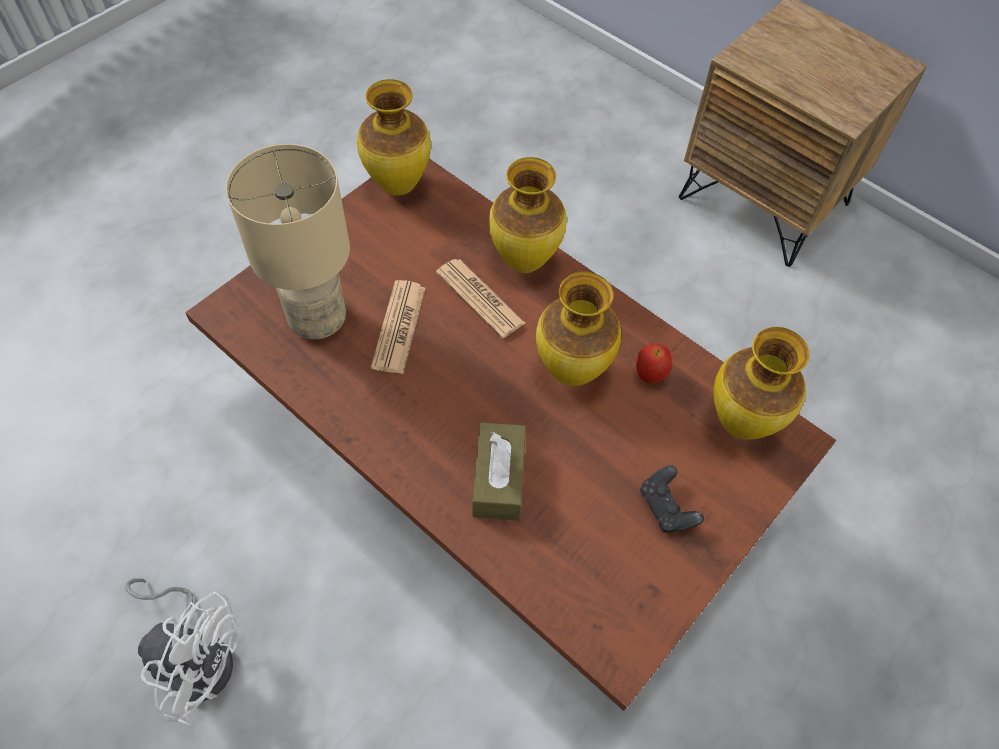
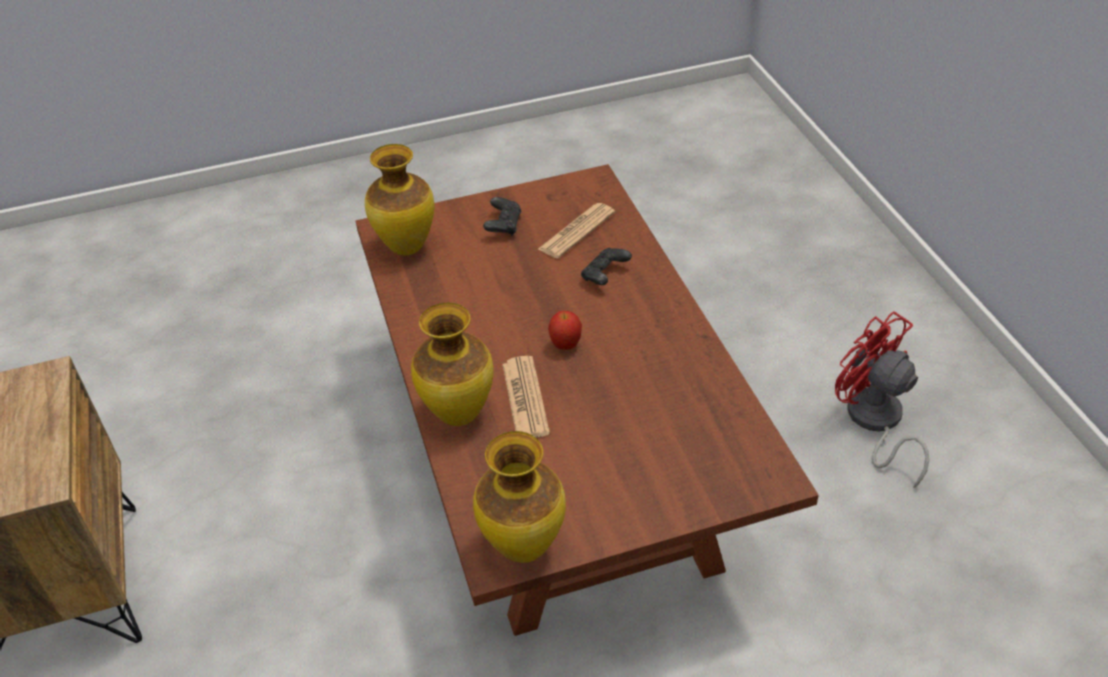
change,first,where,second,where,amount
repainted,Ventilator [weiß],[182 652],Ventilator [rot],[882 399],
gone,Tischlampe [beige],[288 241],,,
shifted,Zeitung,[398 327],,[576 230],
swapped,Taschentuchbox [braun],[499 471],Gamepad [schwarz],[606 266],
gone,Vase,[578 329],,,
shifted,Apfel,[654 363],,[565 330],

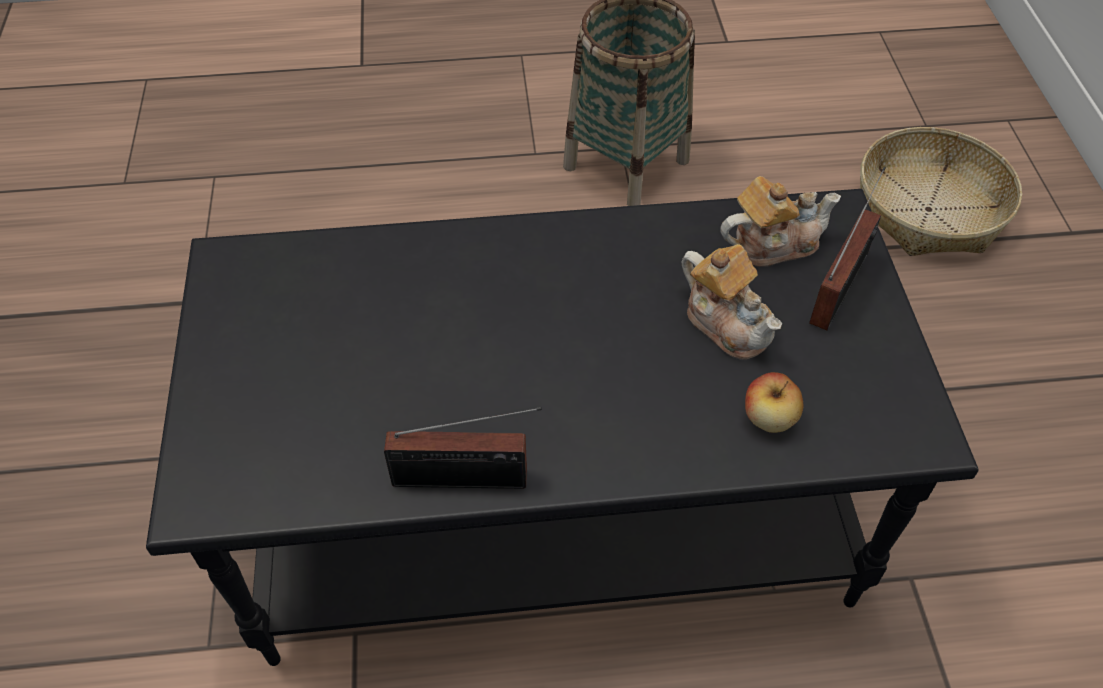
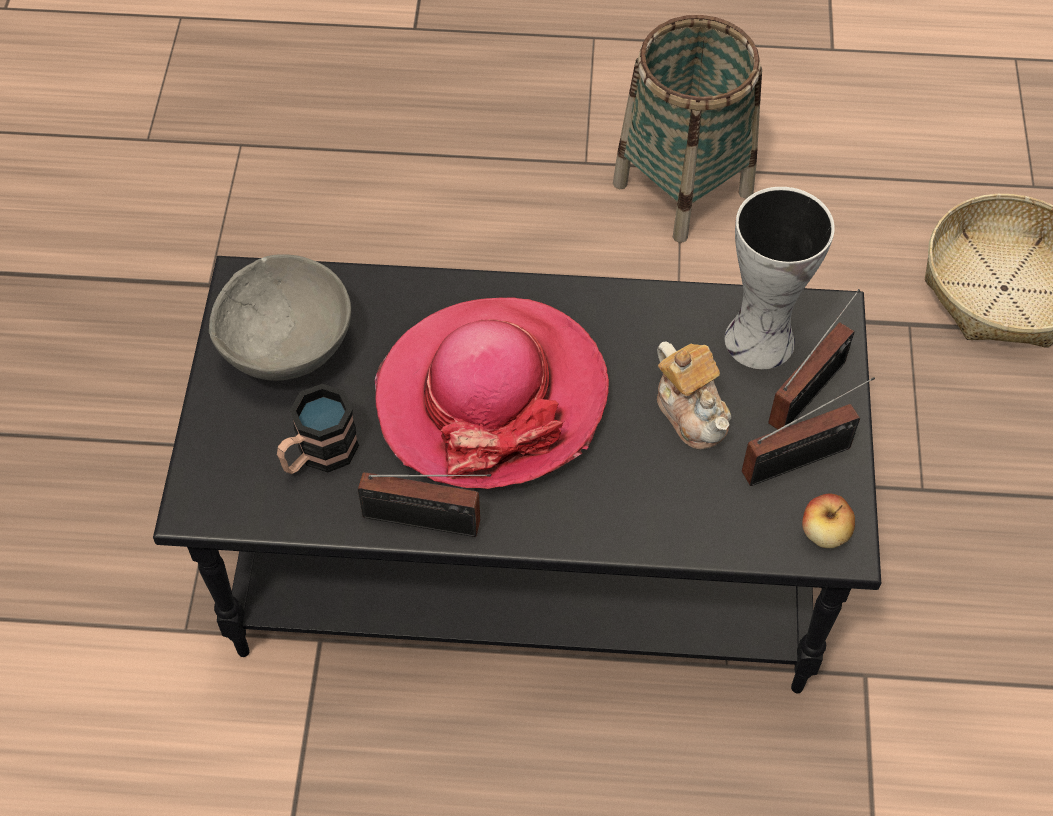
change,first,where,second,where,amount
swapped,Teekanne,[781 221],Vase,[780 278],
shifted,Apfel,[774 402],,[828 521],
new,,,Schüssel [grau],[280 317],
new,,,Henkelbecher,[318 429],
new,,,Hut,[492 393],
new,,,Radio,[808 431],

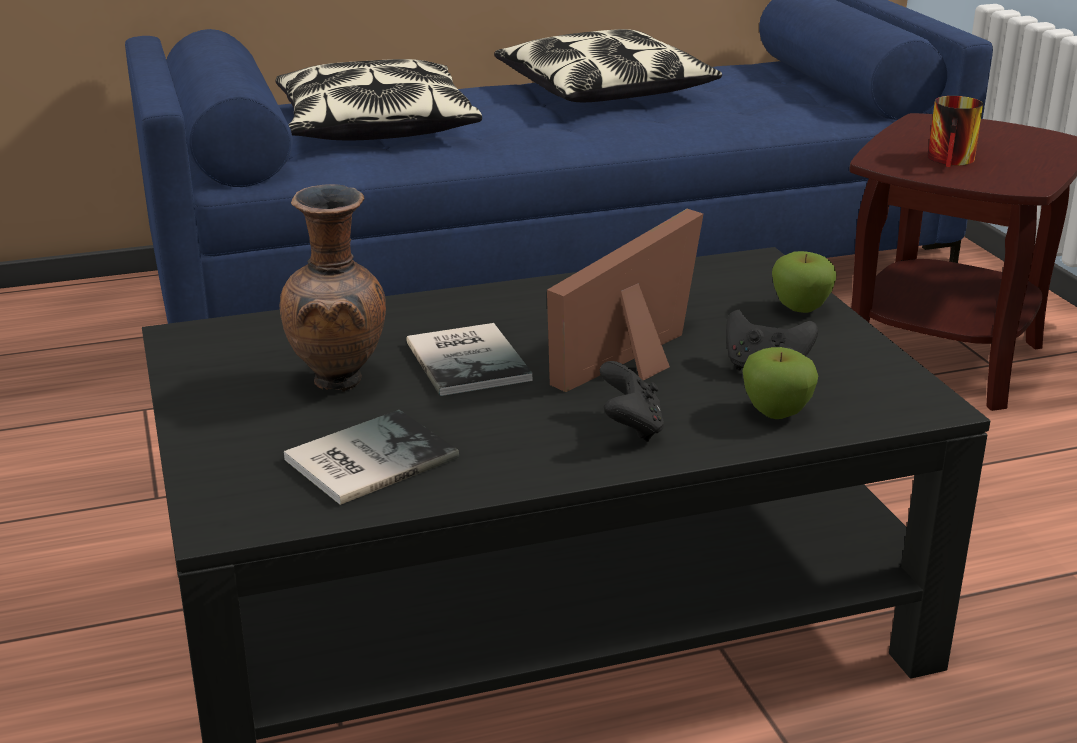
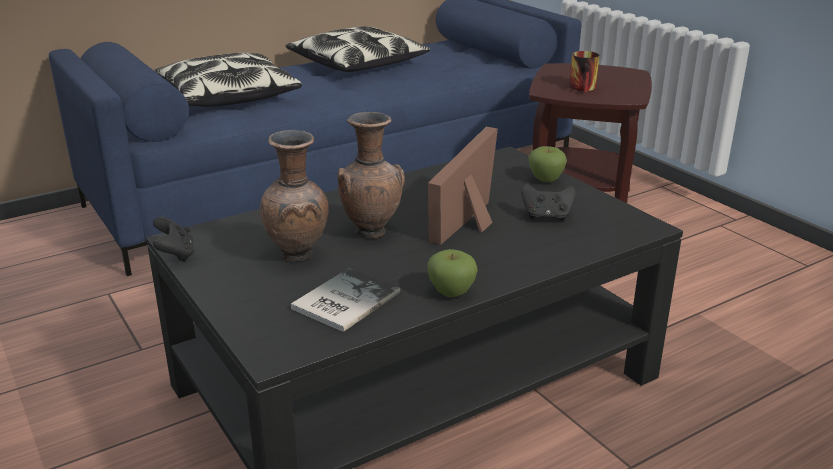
change,first,where,second,where,amount
swapped,Buch,[469 359],Vase [braun],[371 175],
shifted,Gamepad [schwarz],[632 401],,[173 239],
shifted,Apfel,[780 383],,[452 273],

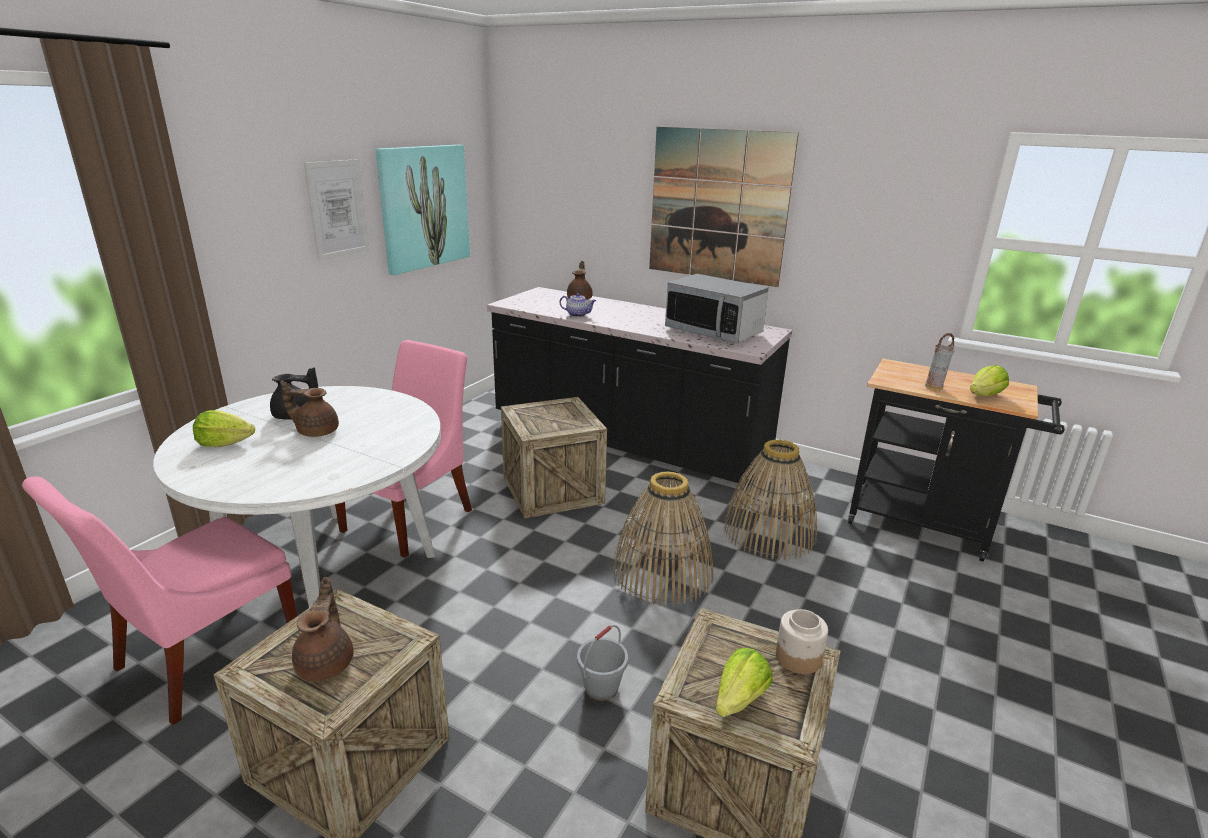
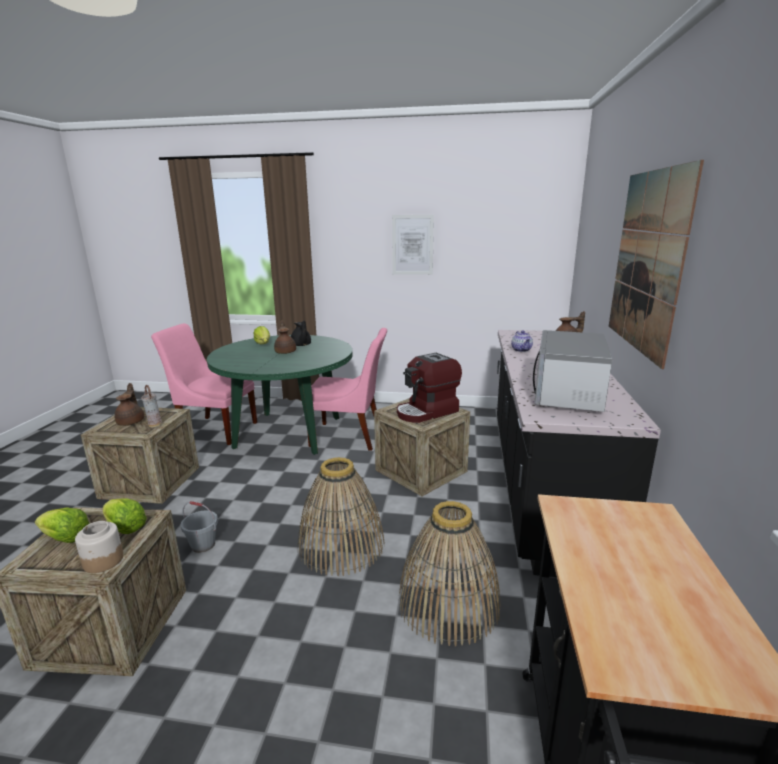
change,first,where,second,where,amount
repainted,Esstisch [weiß],[297 497],Esstisch [grün],[280 395],
rotated,Teekanne [braun],[323 629],,[129 404],75 degrees counterclockwise
gone,Bild,[422 210],,,
shifted,Vase,[940 362],,[151 406],
shifted,Salatkopf,[989 380],,[125 516],
new,,,Kaffeemaschine,[429 388],

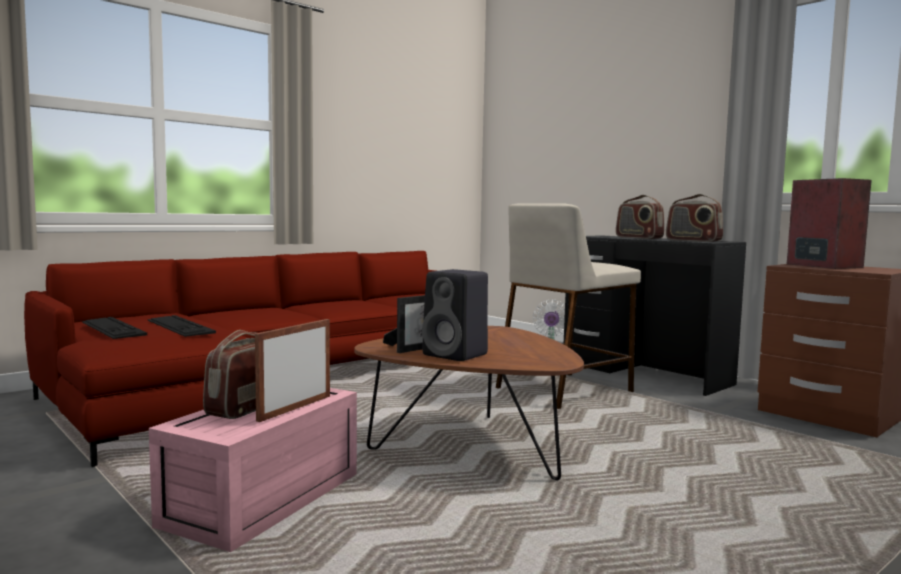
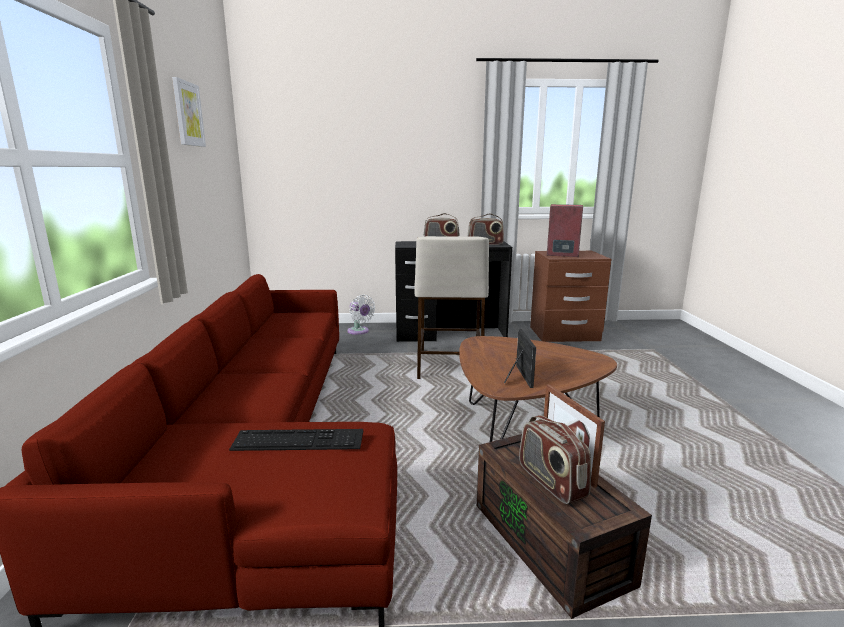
change,first,where,second,where,amount
gone,Tastatur,[114 328],,,
repainted,Aufbewahrungsbox [rosa],[253 470],Aufbewahrungsbox [braun],[564 526],
gone,Lautsprecher [schwarz],[455 315],,,
new,,,Bild,[189 112],

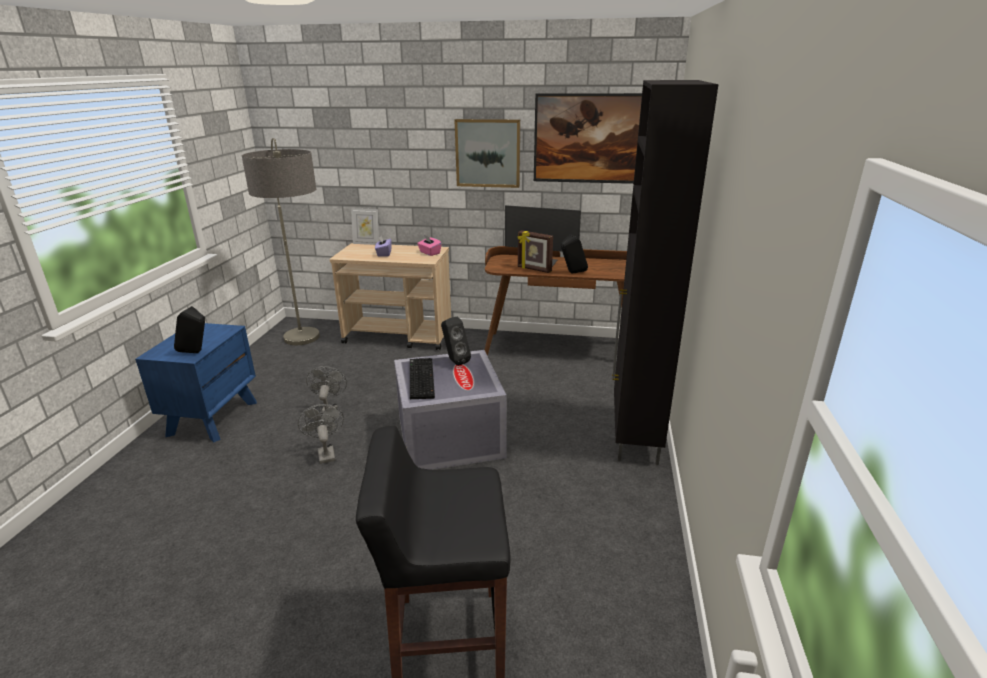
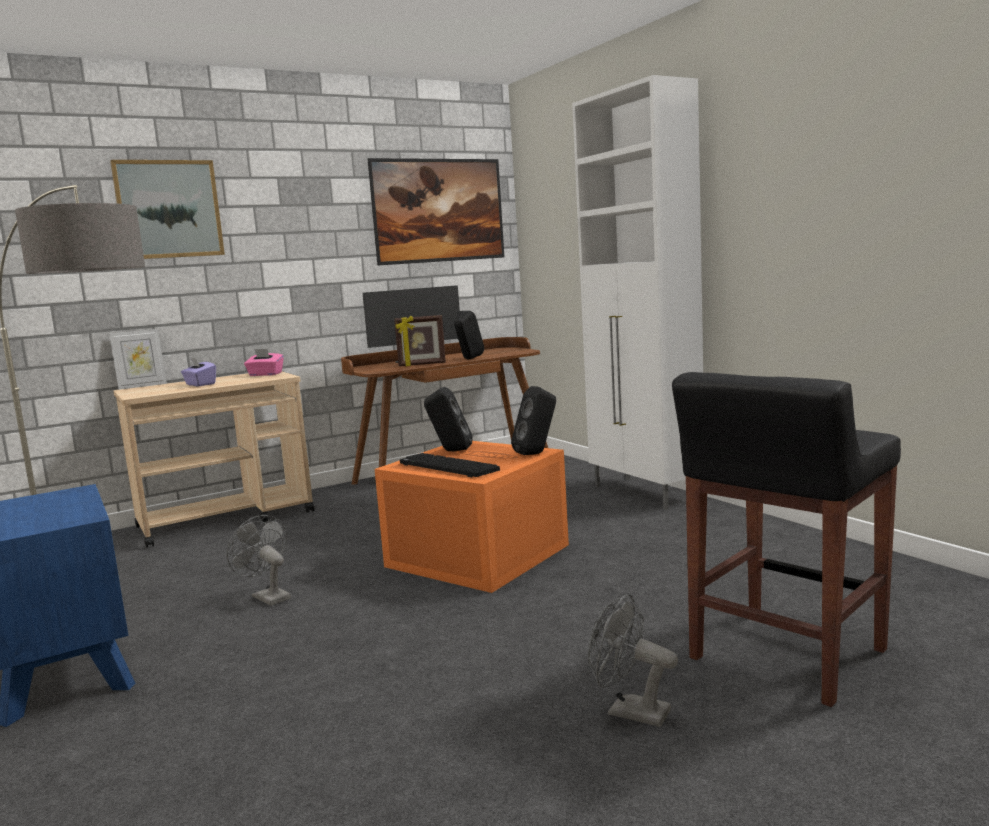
change,first,where,second,where,amount
shifted,Lautsprecher [schwarz],[189 329],,[533 420],
shifted,Ventilator [grau],[321 434],,[633 660],
repainted,Aufbewahrungsbox [grau],[450 410],Aufbewahrungsbox [orange],[472 517],
shifted,Bild,[487 153],,[167 209],
repainted,Schrank [schwarz],[665 272],Schrank [weiß],[637 292],

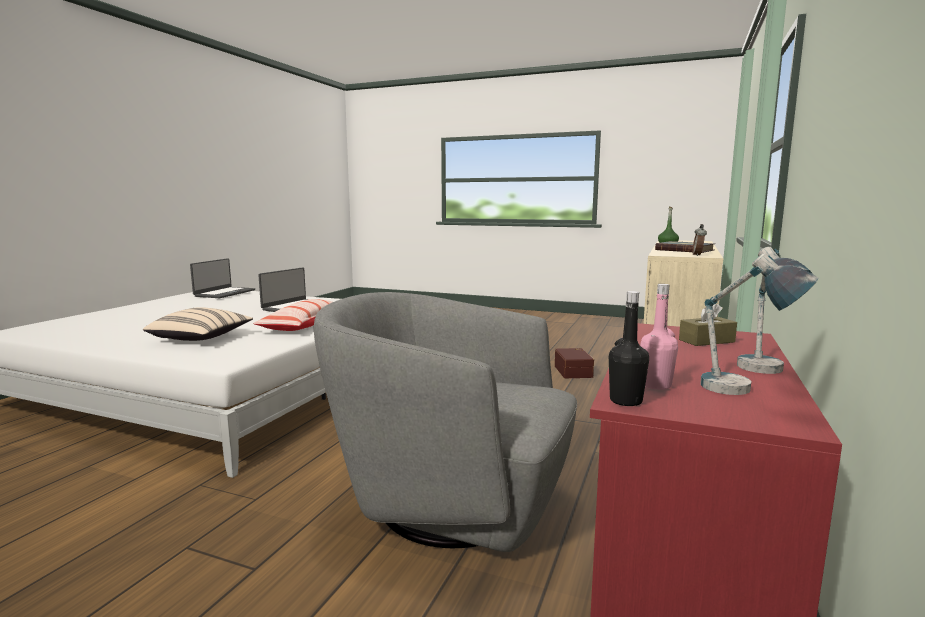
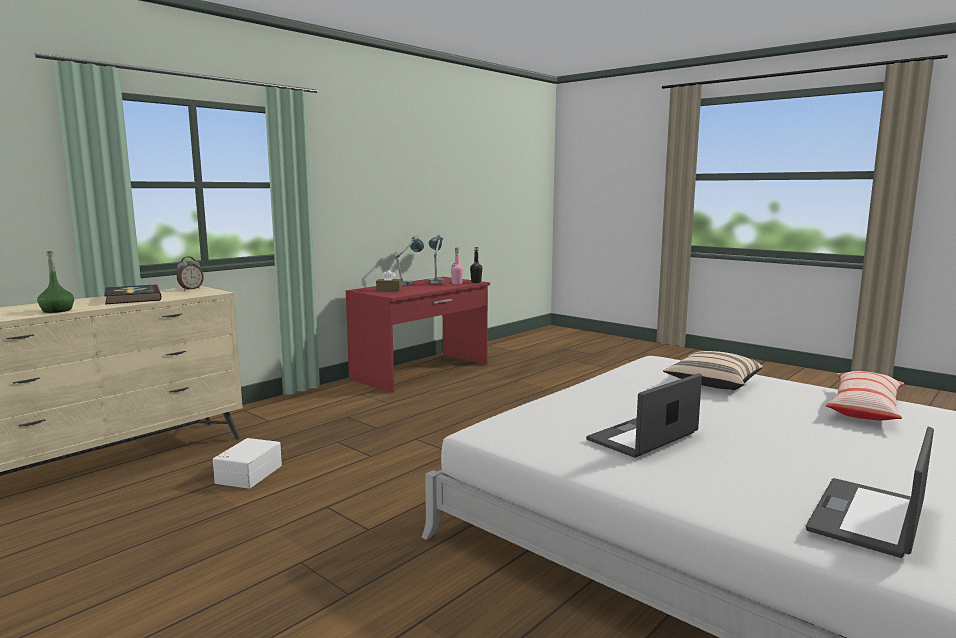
change,first,where,second,where,amount
shifted,Kissen,[292 315],,[864 395],
gone,Sessel [grau],[445 422],,,
repainted,Aufbewahrungsbox [braun],[574 363],Aufbewahrungsbox [weiß],[247 463],

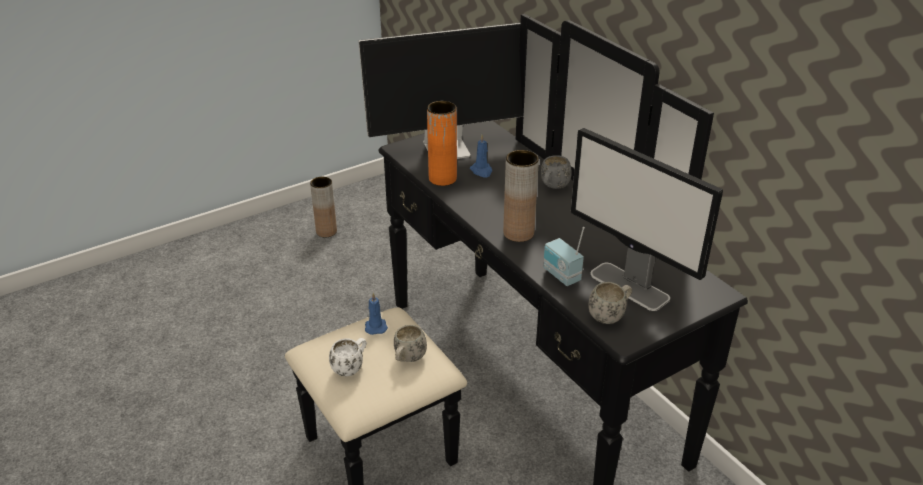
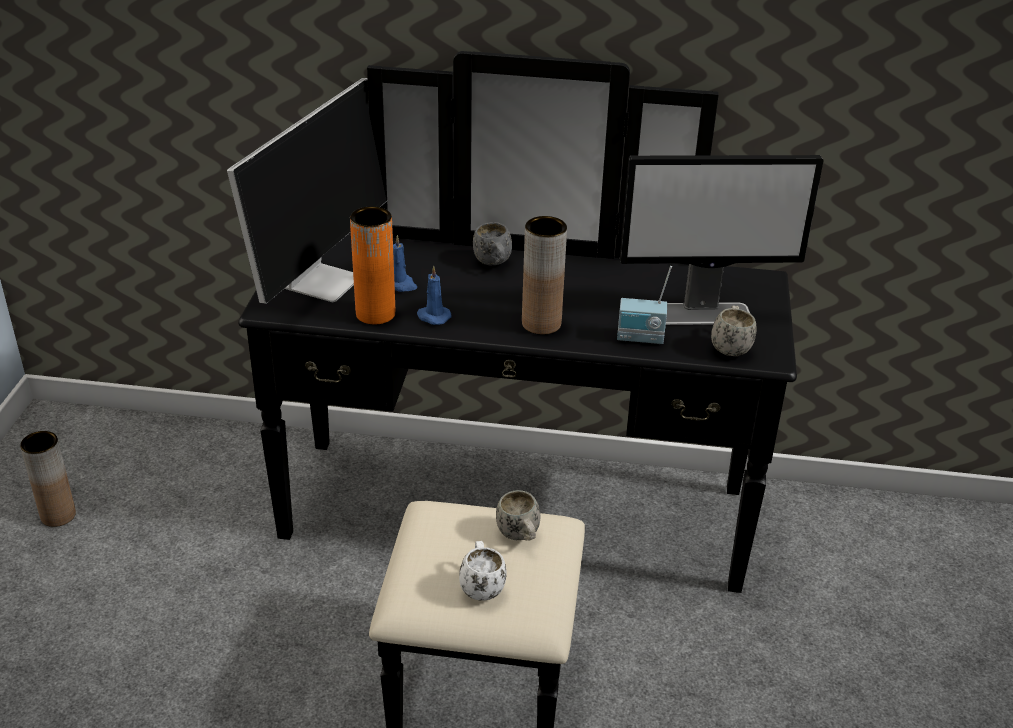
change,first,where,second,where,amount
shifted,Kerze [blau],[376 314],,[434 295],

